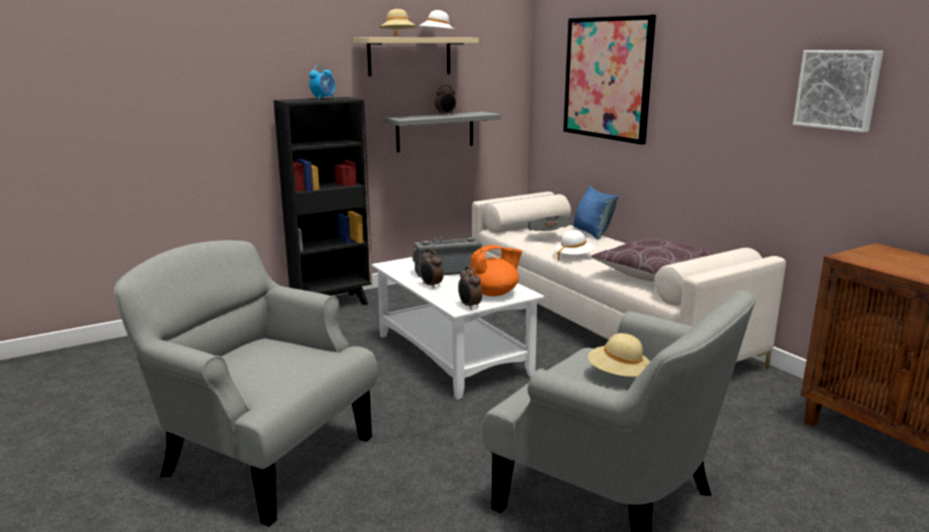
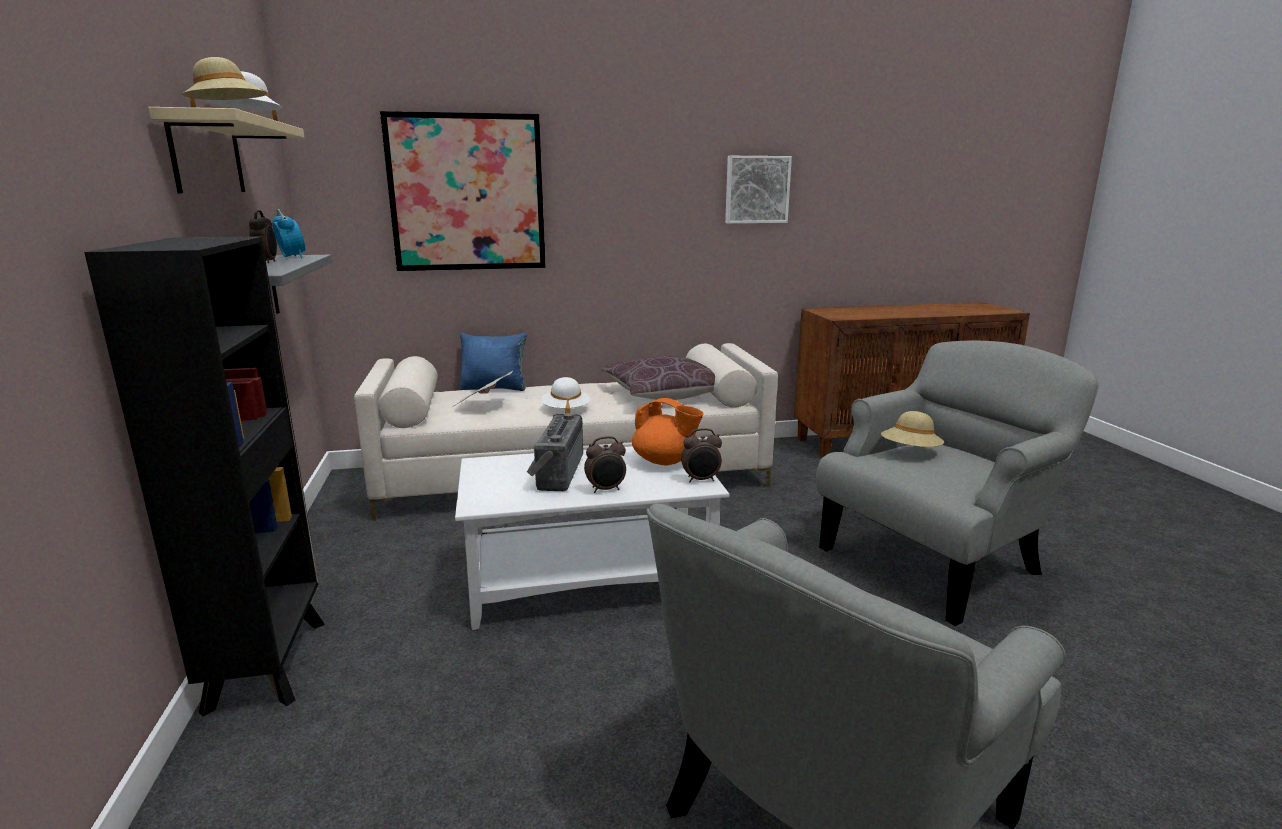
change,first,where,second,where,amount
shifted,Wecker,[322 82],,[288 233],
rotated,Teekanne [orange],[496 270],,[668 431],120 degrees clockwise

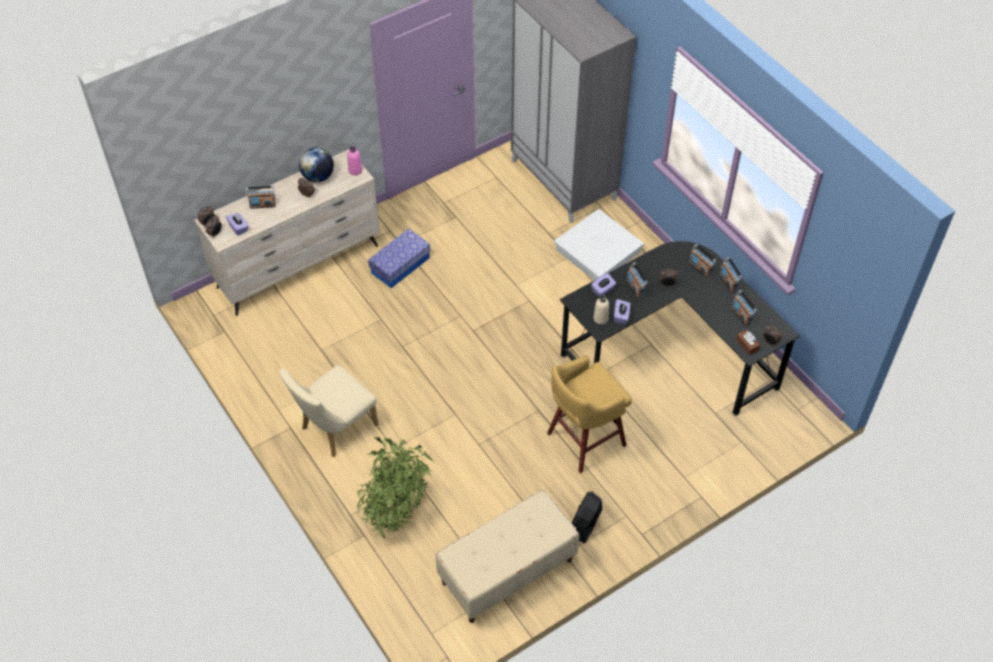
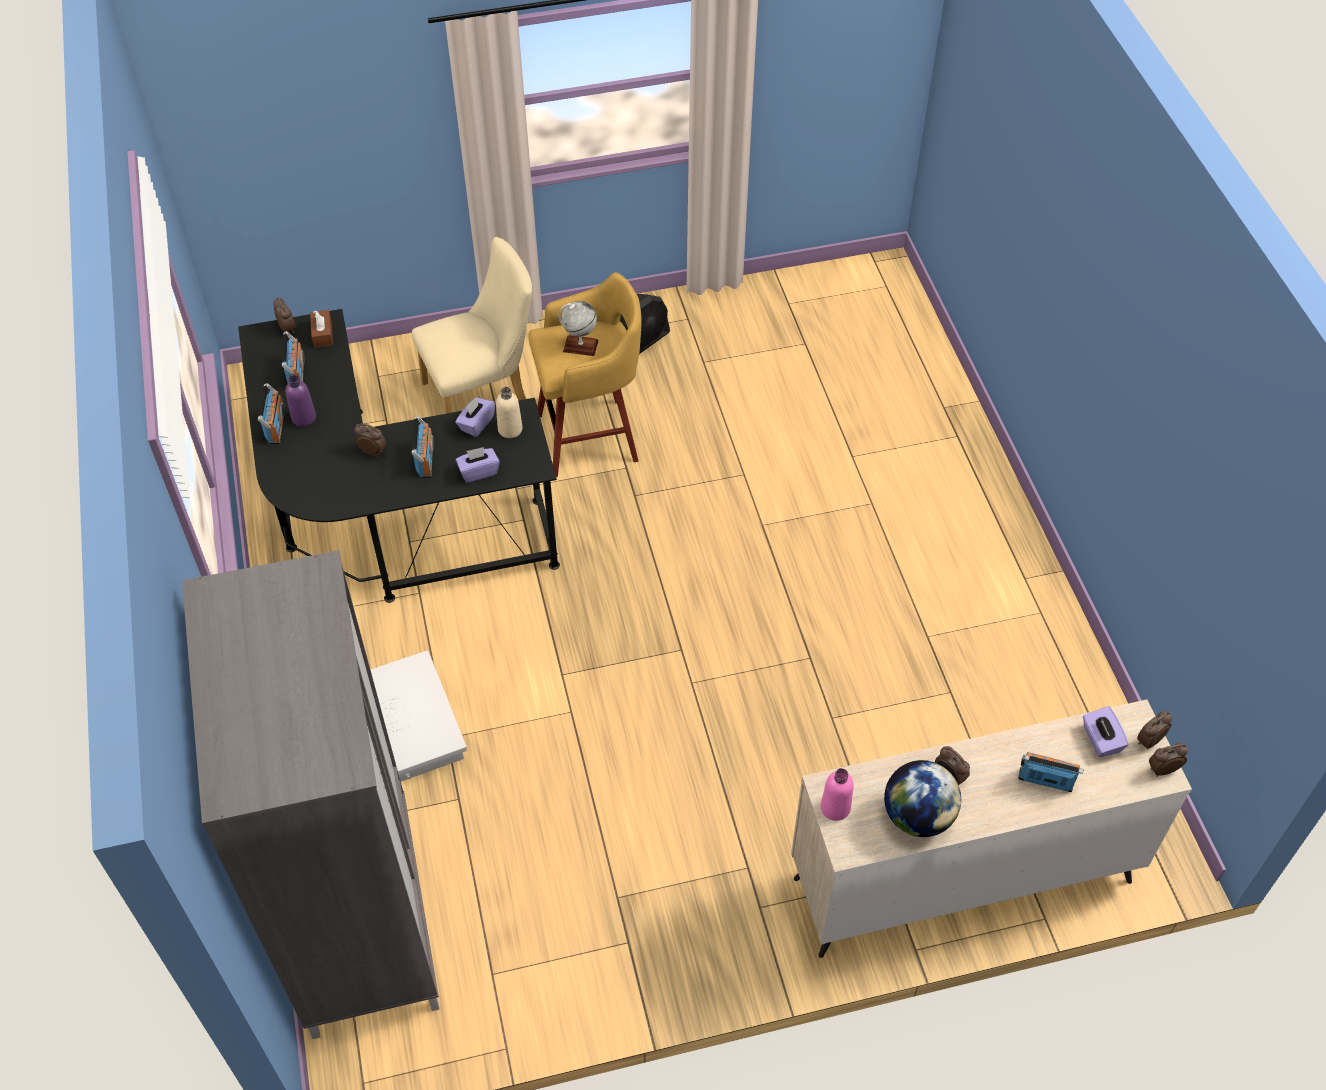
change,first,where,second,where,amount
shifted,Stuhl [beige],[329 411],,[472 325],
gone,Topfpflanze,[395 487],,,
gone,Aufbewahrungsbox,[399 258],,,
gone,Bank [beige],[507 556],,,
gone,Radio,[702 261],,,
new,,,Flasche [lila],[301 400],
new,,,Globus,[579 328],

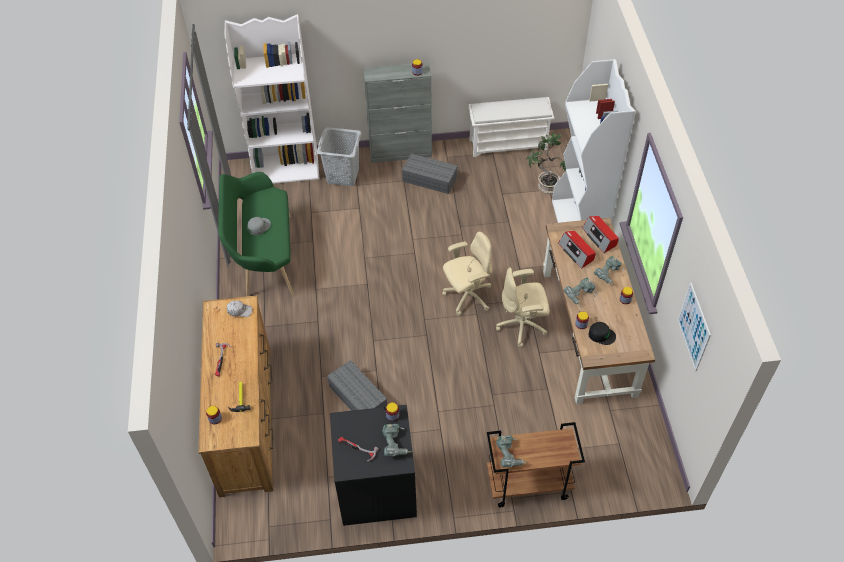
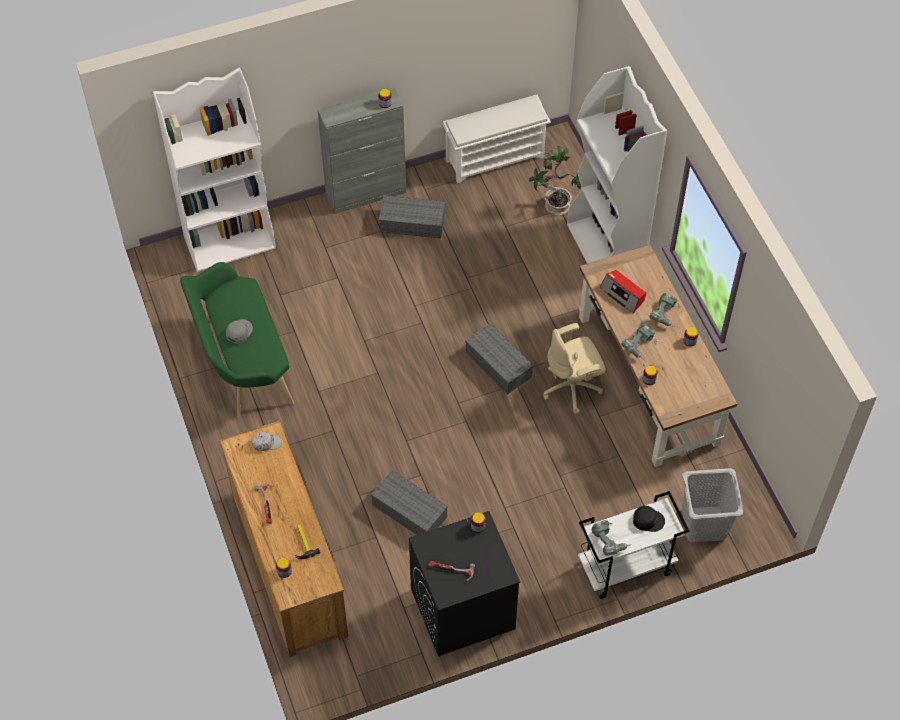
change,first,where,second,where,amount
shifted,Wäschekorb [grau],[339 156],,[712 505],
gone,Bohrmaschine,[397 440],,,
swapped,Bürostuhl [beige],[467 274],Aufbewahrungsbox [grau],[499 359],
repainted,Rollwagen [braun],[536 464],Rollwagen [weiß],[634 545],
gone,Radio,[600 234],,,
shifted,Kappe [schwarz],[602 333],,[649 519],
gone,Bild,[694 327],,,

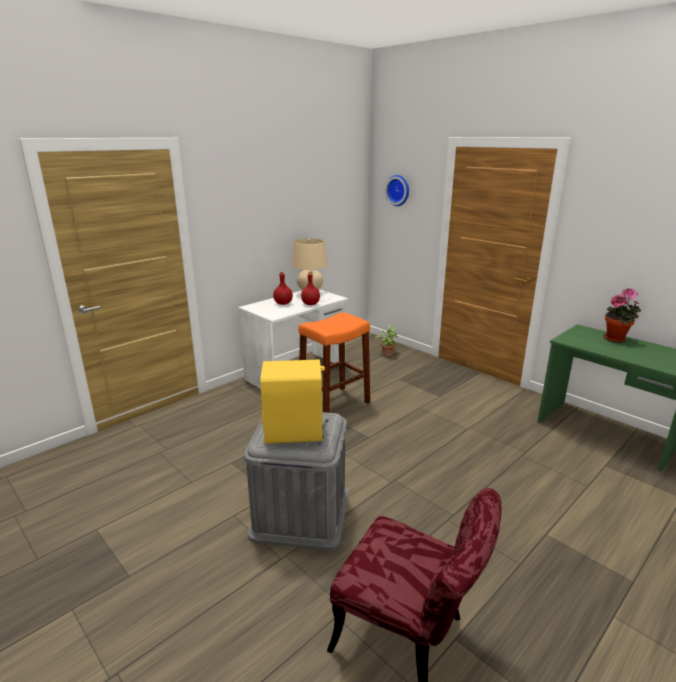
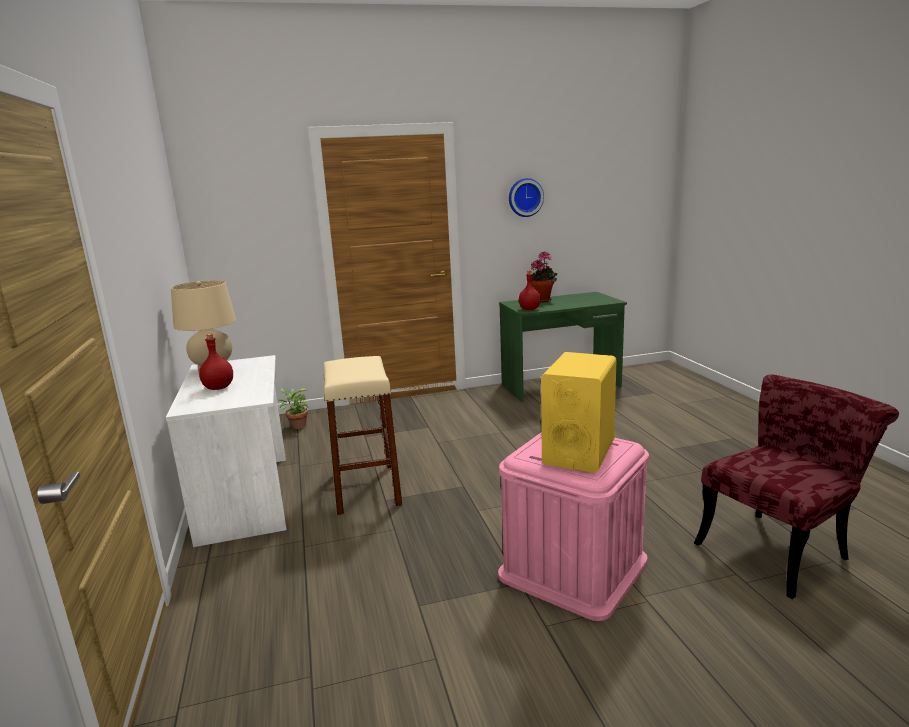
change,first,where,second,where,amount
repainted,Aufbewahrungsbox [grau],[296 481],Aufbewahrungsbox [rosa],[573 526],
repainted,Hocker [orange],[334 362],Hocker [beige],[363 436],
shifted,Flasche [rot],[310 288],,[530 290],
shifted,Wanduhr,[397 190],,[526 197],

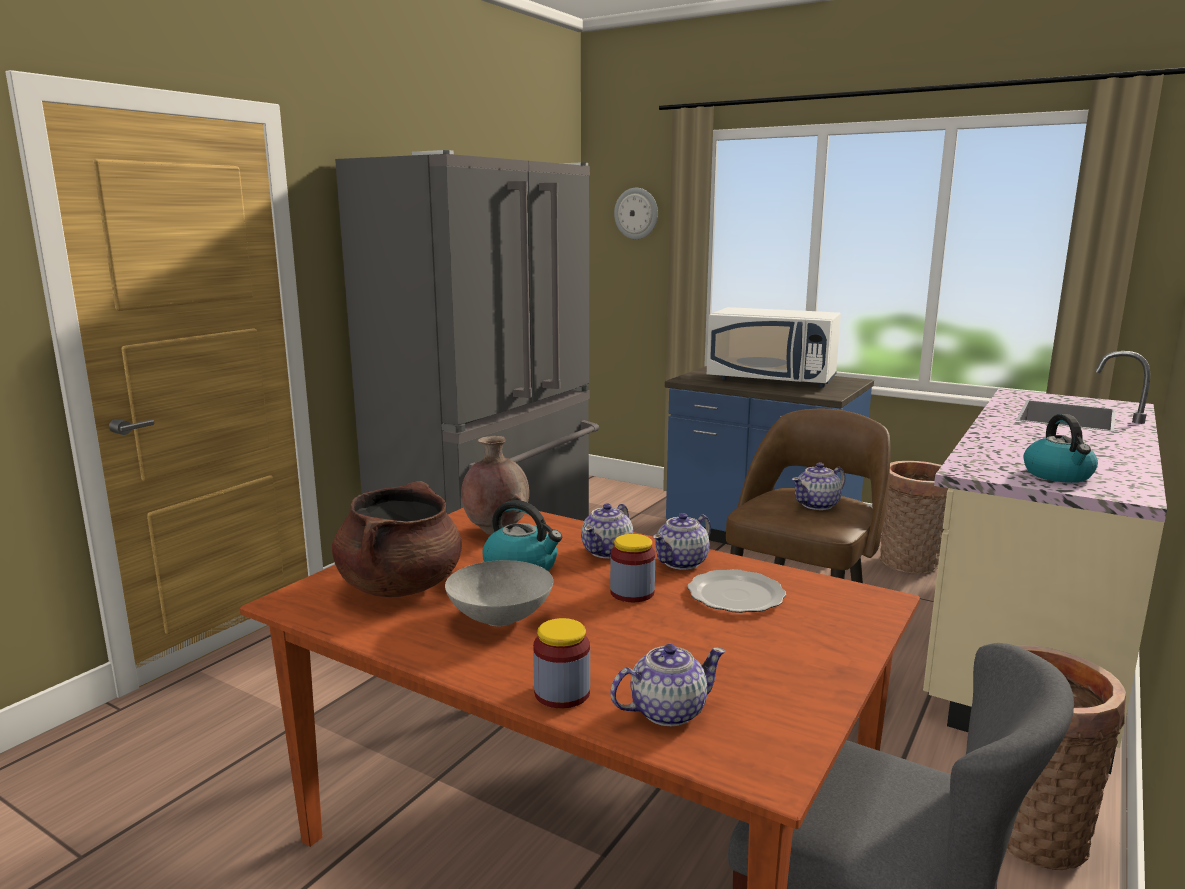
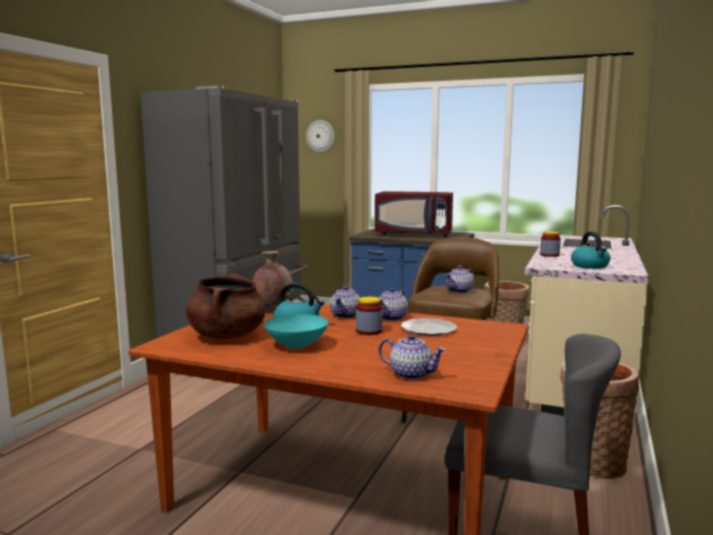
change,first,where,second,where,amount
repainted,Schüssel [grau],[499 593],Schüssel [türkis],[296 331],
shifted,Vorratsglas,[561 663],,[550 244],
rotated,Teekanne,[668 685],,[412 357],60 degrees clockwise
repainted,Mikrowelle [weiß],[774 347],Mikrowelle [rot],[414 214],

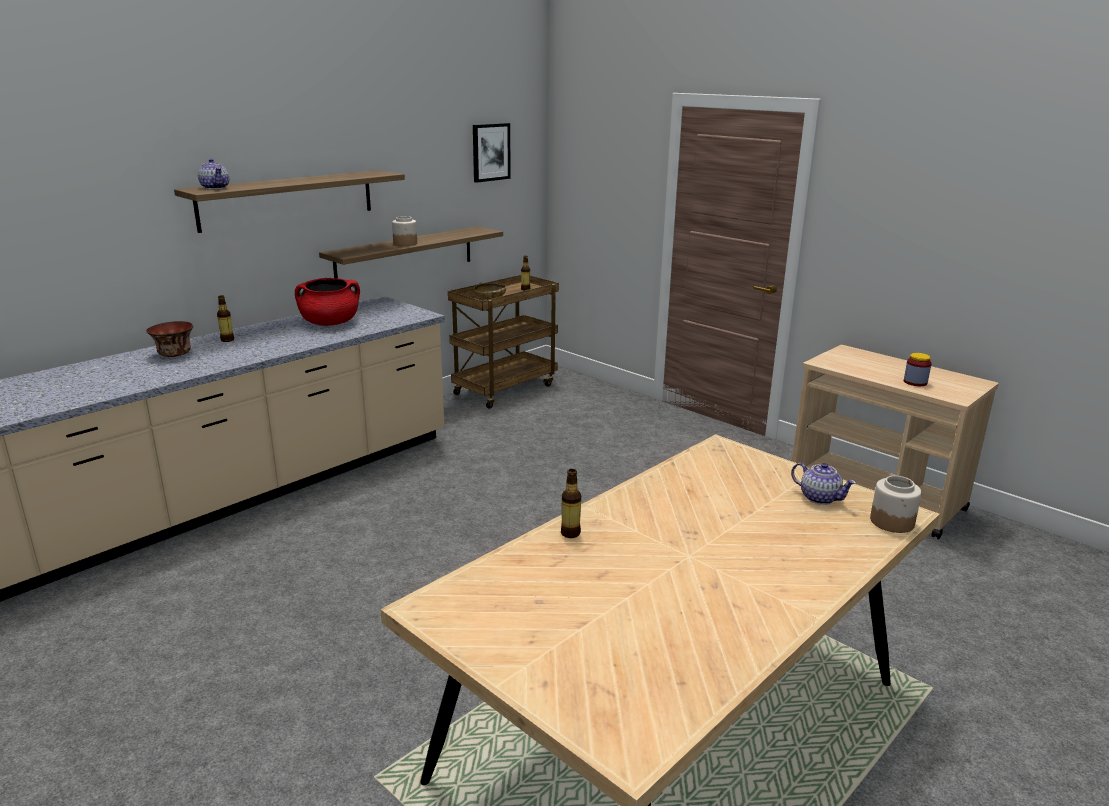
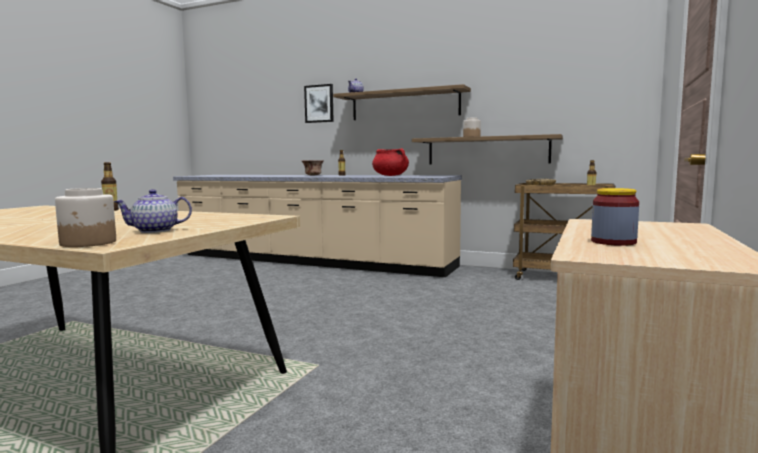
change,first,where,second,where,amount
shifted,Bild,[492 153],,[319 103],
rotated,Teekanne,[823 483],,[152 211],45 degrees clockwise

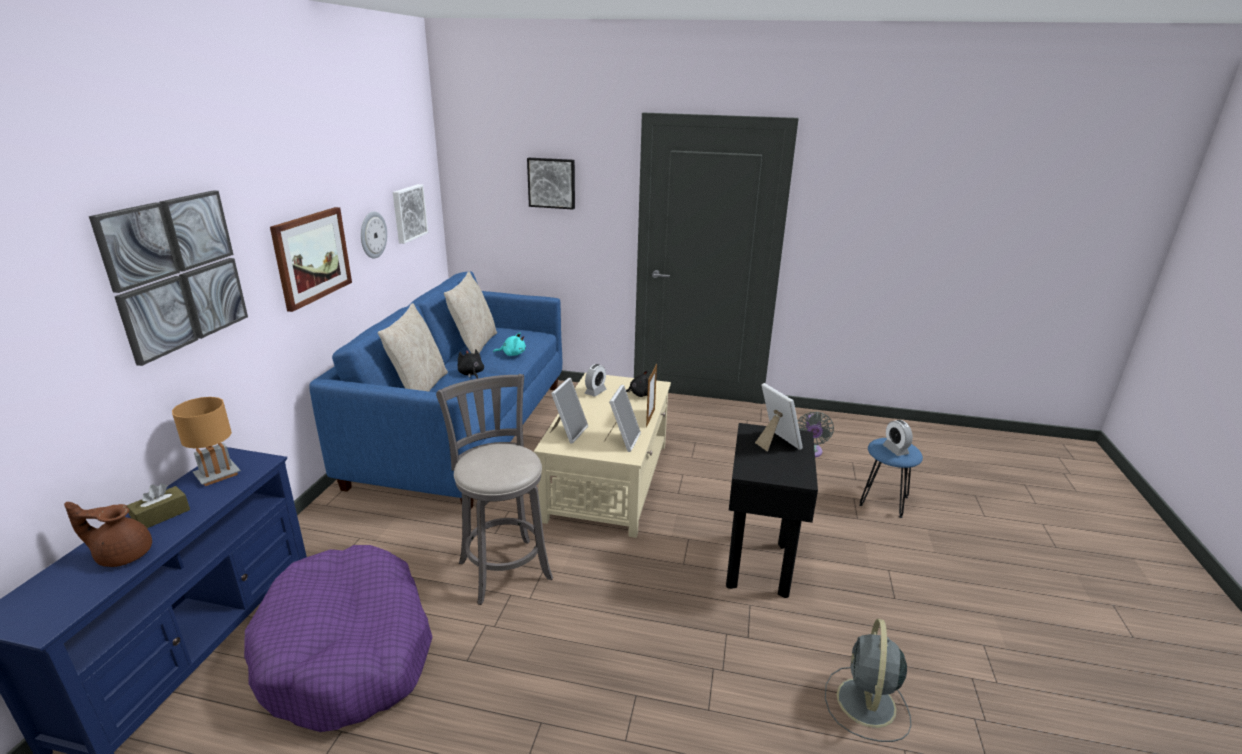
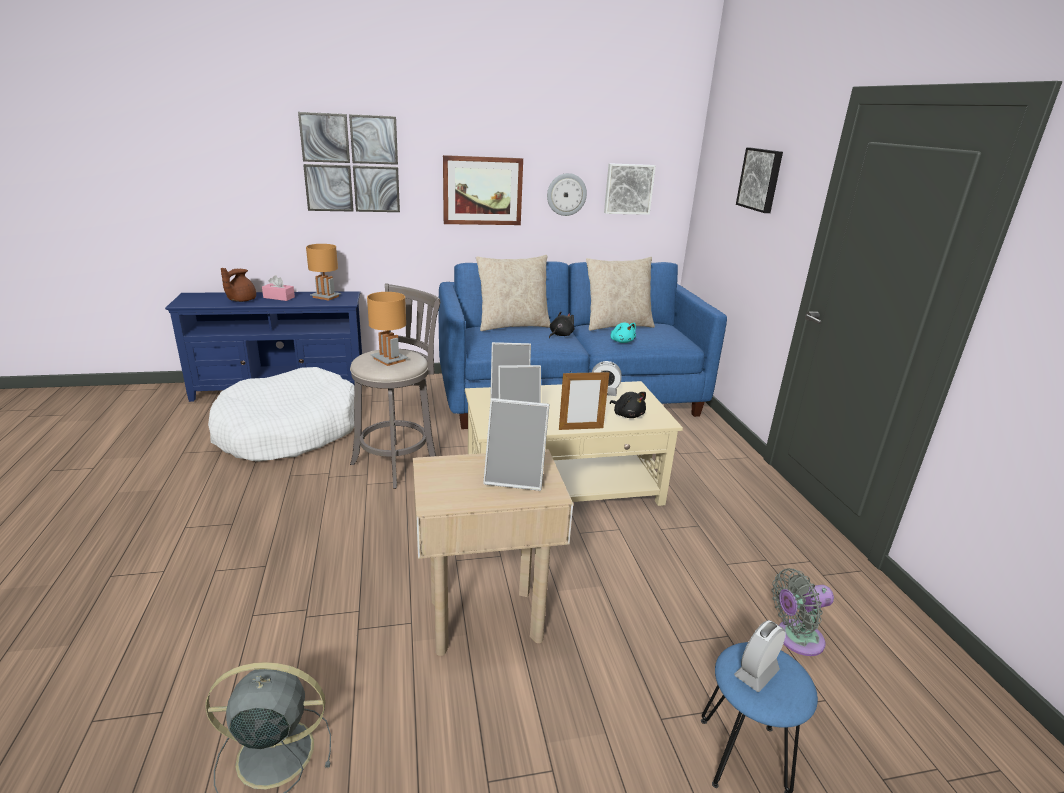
change,first,where,second,where,amount
rotated,Teekanne [braun],[108 534],,[238 285],135 degrees counterclockwise
repainted,Taschentuchbox [braun],[158 505],Taschentuchbox [rosa],[278 288],
repainted,Hundebett [lila],[338 638],Hundebett [weiß],[281 414],
repainted,Beistelltisch [schwarz],[772 510],Beistelltisch [beige],[493 552],
rotated,Bilderrahmen,[779 417],,[516 444],60 degrees clockwise
new,,,Tischlampe [braun],[387 329],

